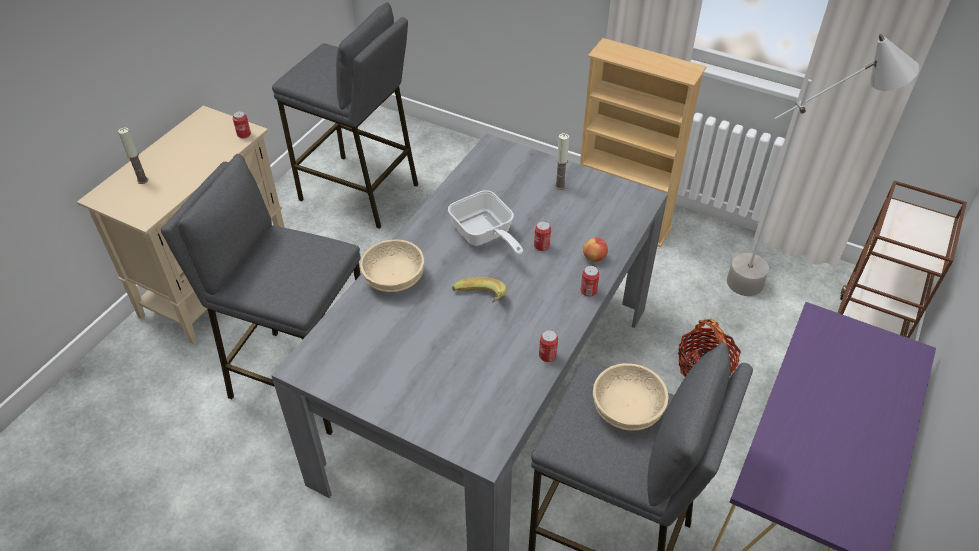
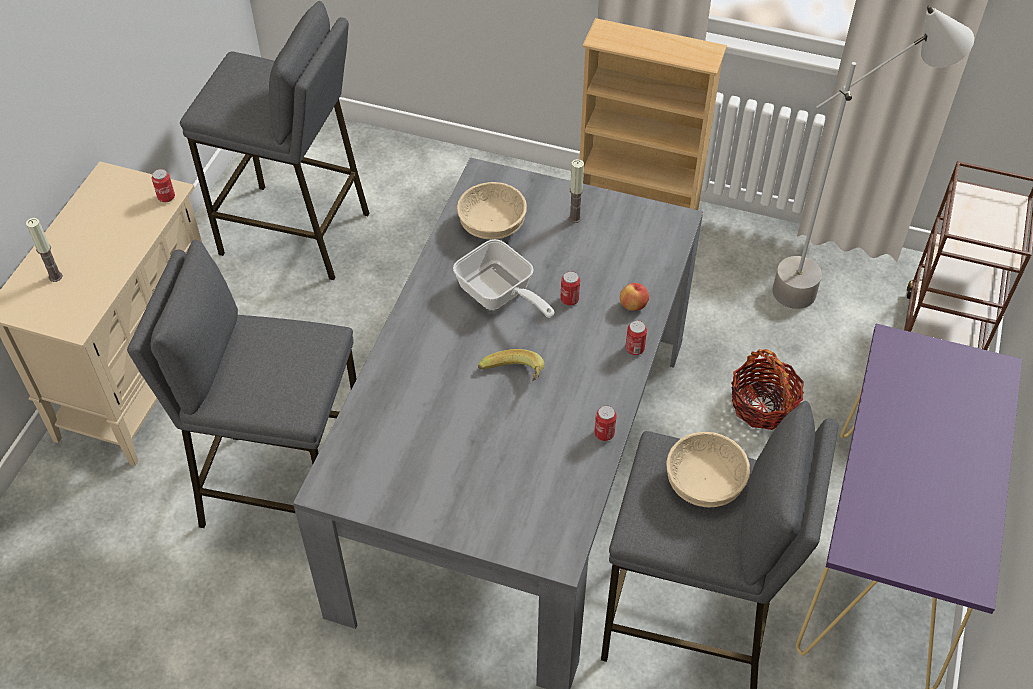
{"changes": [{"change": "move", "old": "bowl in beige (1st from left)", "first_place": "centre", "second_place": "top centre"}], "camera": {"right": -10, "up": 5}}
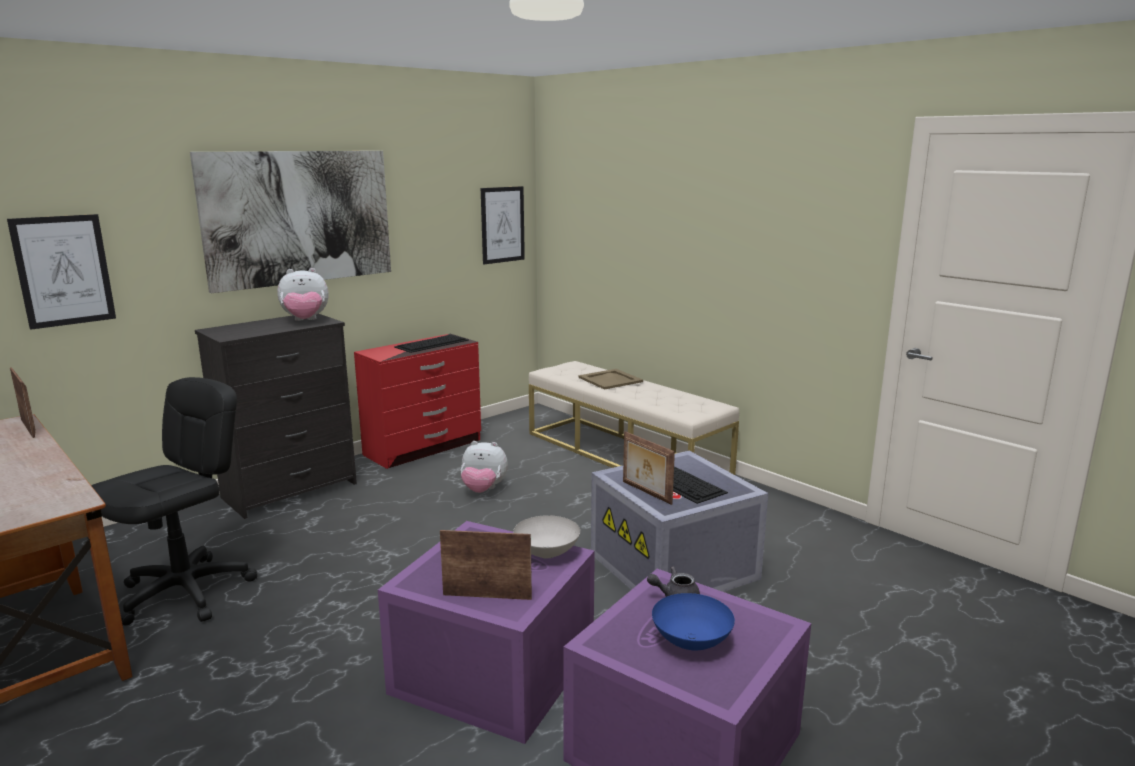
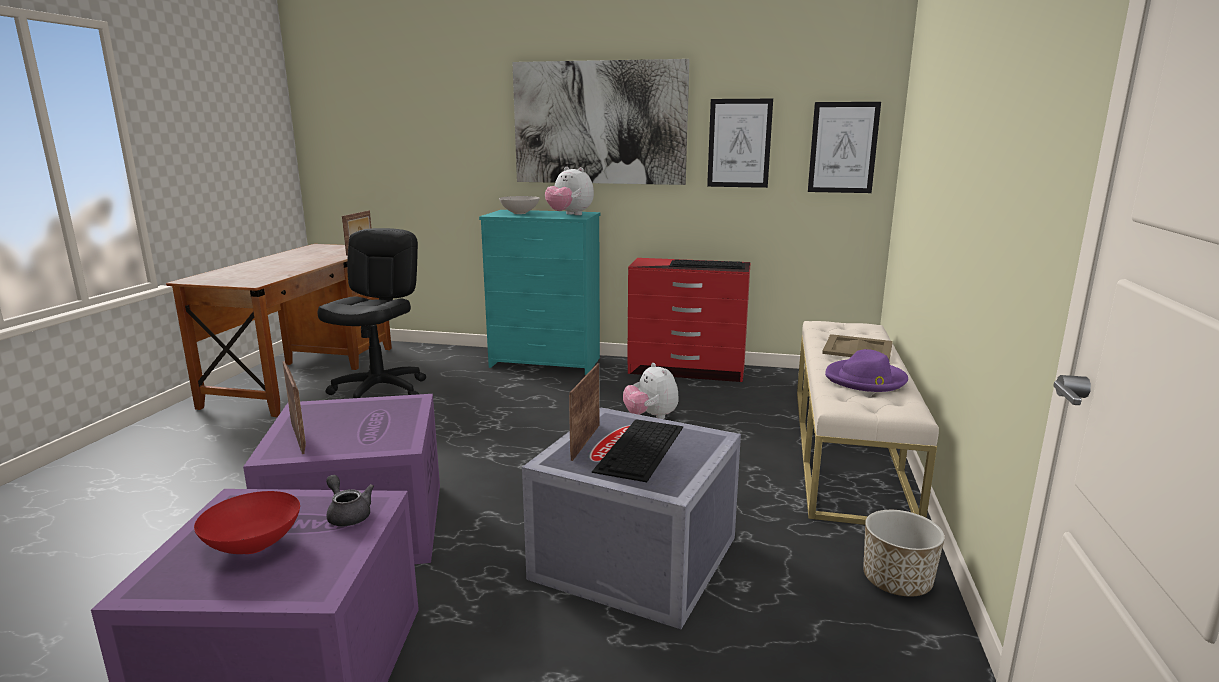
{"changes": [{"change": "recolor", "old": "bowl in blue", "new": "bowl in red", "first_place": "bottom centre", "second_place": "bottom left"}, {"change": "rotate", "old": "office chair in black", "first_place": "middle left", "second_place": "middle left", "degrees": -75}, {"change": "recolor", "old": "dresser in black", "new": "dresser in turquoise", "first_place": "middle left", "second_place": "centre"}, {"change": "move", "old": "bowl in white", "first_place": "bottom centre", "second_place": "top centre"}, {"change": "move", "old": "picture (1st from left in the first image)", "new": "picture (2nd from left)", "first_place": "middle left", "second_place": "top centre"}, {"change": "insert", "new": "hat in purple", "second_place": "middle right"}, {"change": "insert", "new": "planter", "second_place": "bottom right"}], "camera": {"right": 55, "up": 0}}
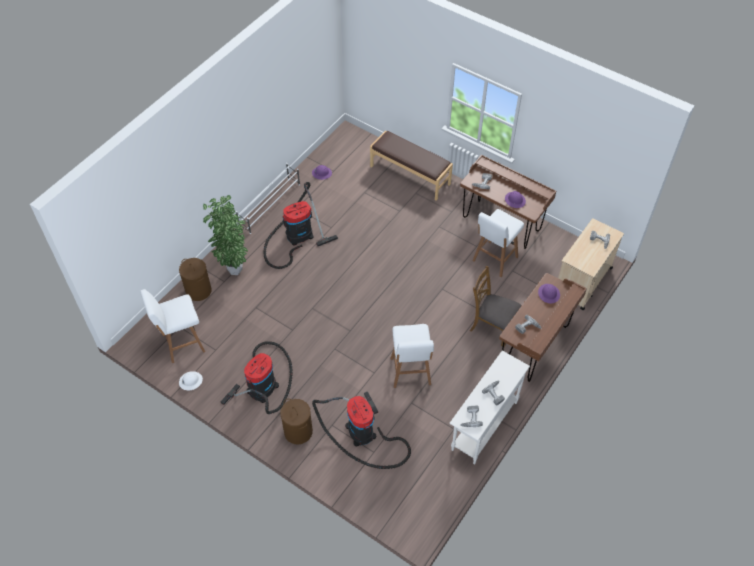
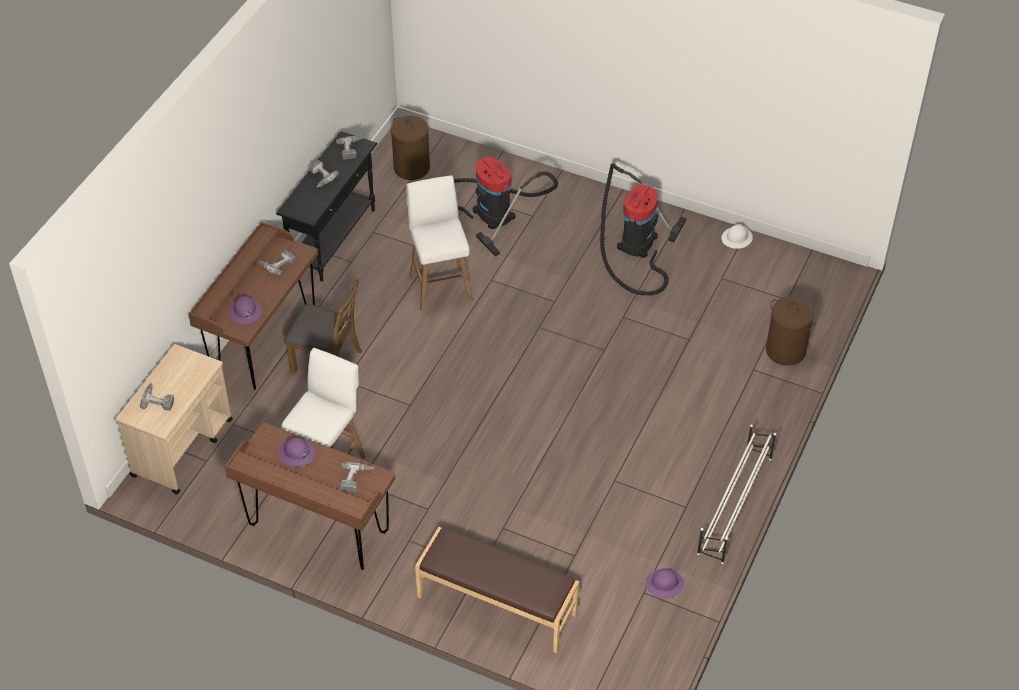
{"changes": [{"change": "recolor", "old": "console table in white", "new": "console table in black", "first_place": "bottom centre", "second_place": "top left"}, {"change": "move", "old": "laundry basket in brown (2nd from left in the first image)", "new": "laundry basket in brown (1st from left)", "first_place": "bottom centre", "second_place": "top centre"}, {"change": "delete", "old": "stool in white (1st from left)", "first_place": "middle left"}, {"change": "delete", "old": "potted plant", "first_place": "middle left"}, {"change": "delete", "old": "vacuum cleaner (2nd from left)", "first_place": "centre"}], "camera": {"right": 170, "up": -5}}
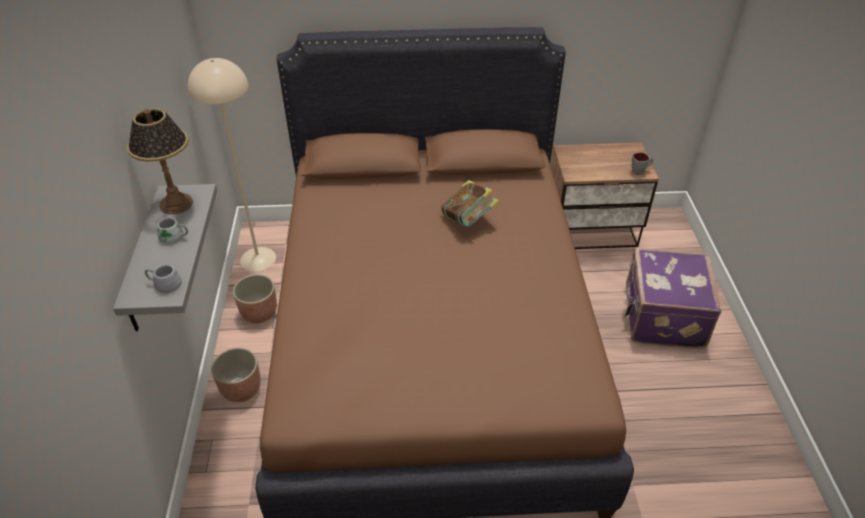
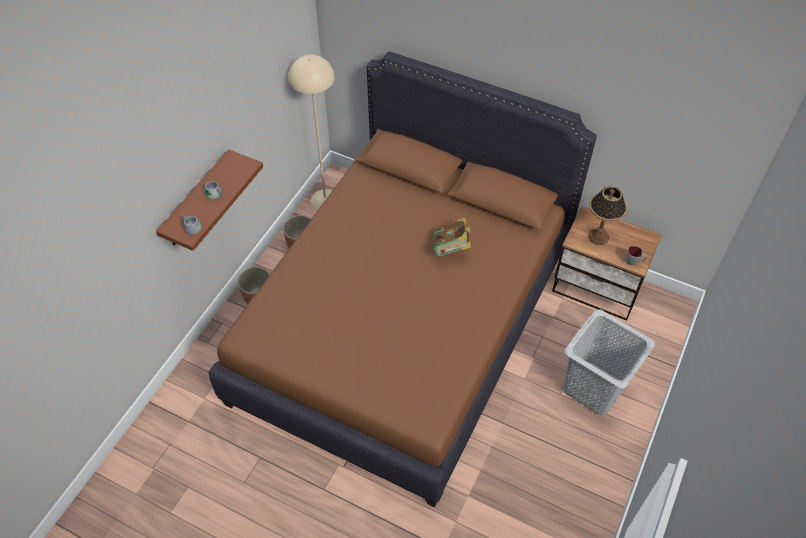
{"changes": [{"change": "recolor", "old": "shelf in grey", "new": "shelf in brown", "first_place": "middle left", "second_place": "middle left"}, {"change": "replace", "old": "suitcase in purple", "new": "laundry basket in grey", "first_place": "middle right", "second_place": "bottom right"}, {"change": "move", "old": "table lamp", "first_place": "top left", "second_place": "middle right"}], "camera": {"right": 30, "up": 10}}
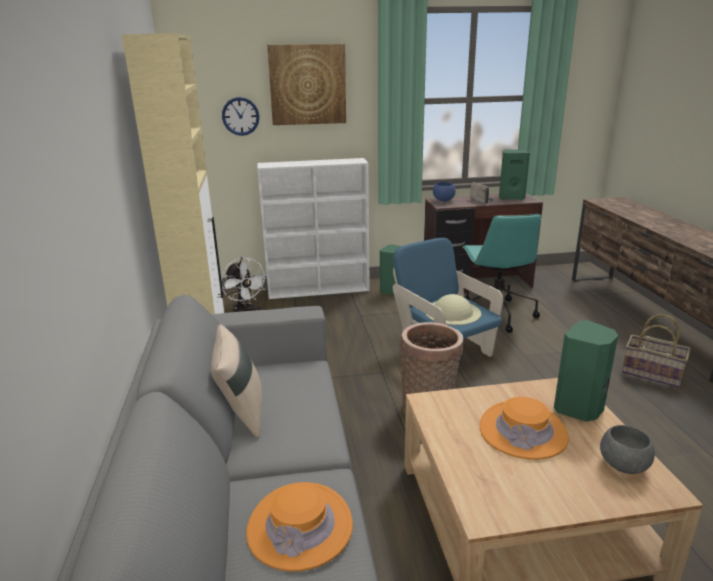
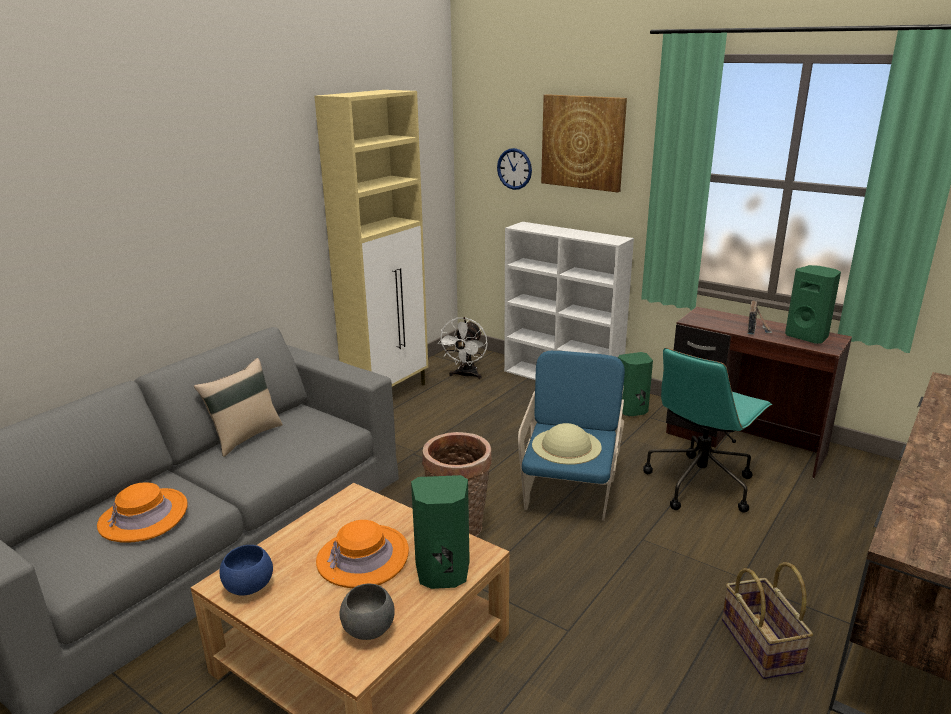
{"changes": [{"change": "move", "old": "bowl in blue", "first_place": "top centre", "second_place": "bottom left"}], "camera": {"right": 45, "up": 0}}
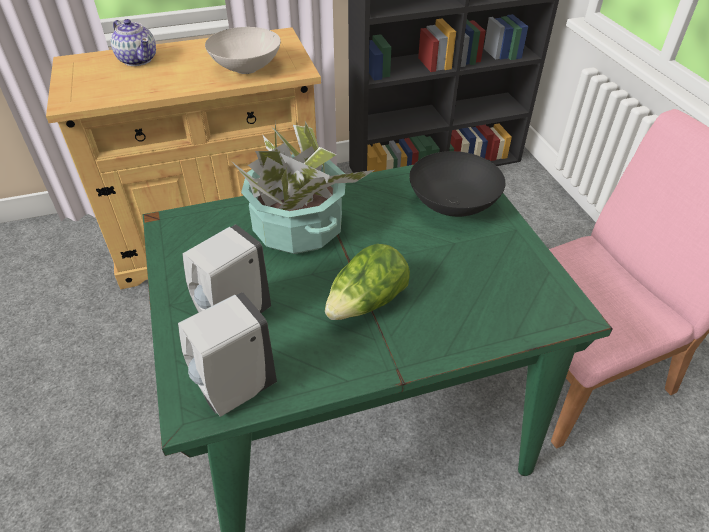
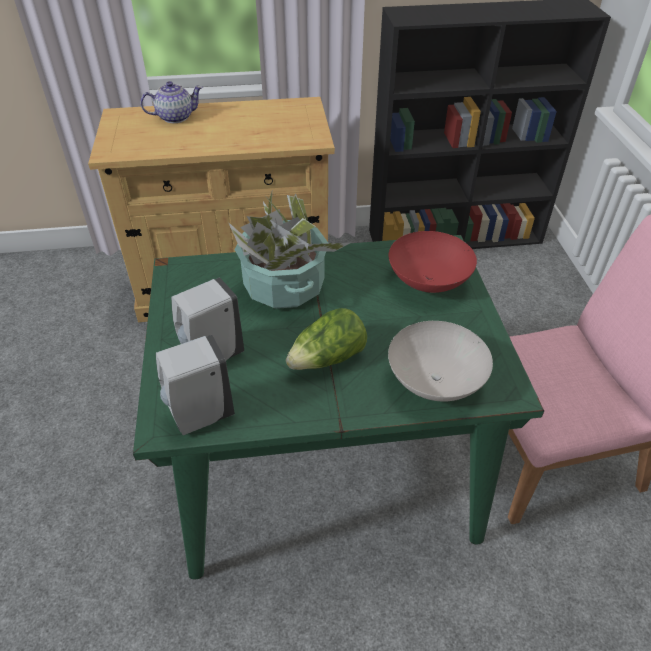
{"changes": [{"change": "rotate", "old": "teapot", "first_place": "top left", "second_place": "top left", "degrees": -75}, {"change": "move", "old": "bowl in white", "first_place": "top centre", "second_place": "middle right"}, {"change": "recolor", "old": "bowl in black", "new": "bowl in red", "first_place": "centre", "second_place": "centre"}], "camera": {"right": 10, "up": 0}}
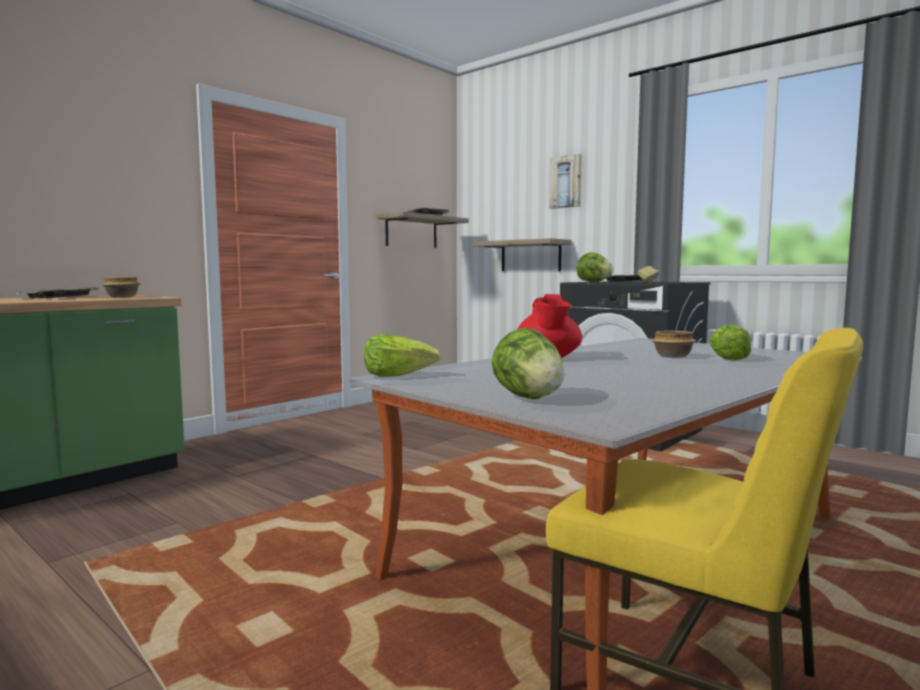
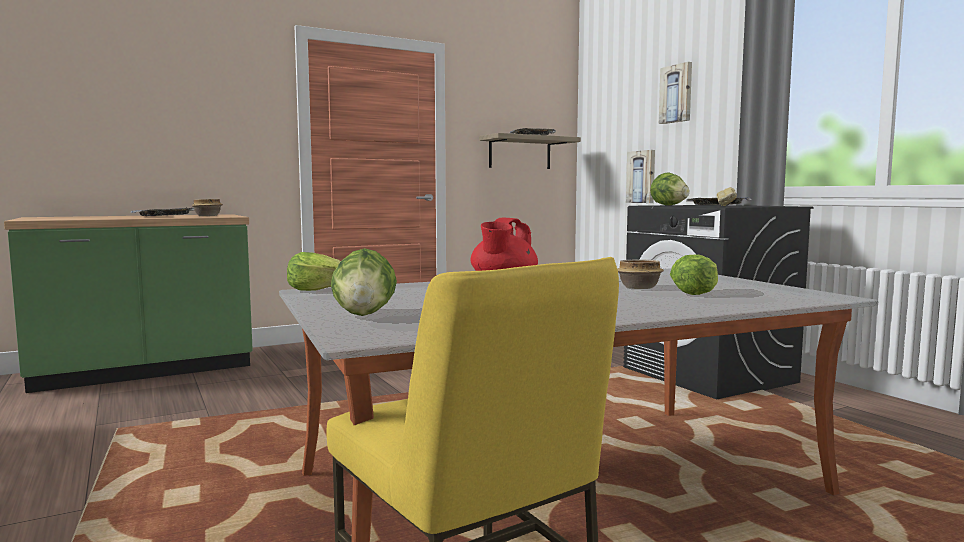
{"changes": [{"change": "replace", "old": "shelf (2nd from left)", "new": "picture (1st from left)", "first_place": "centre", "second_place": "top centre"}], "camera": {"right": 20, "up": 0}}
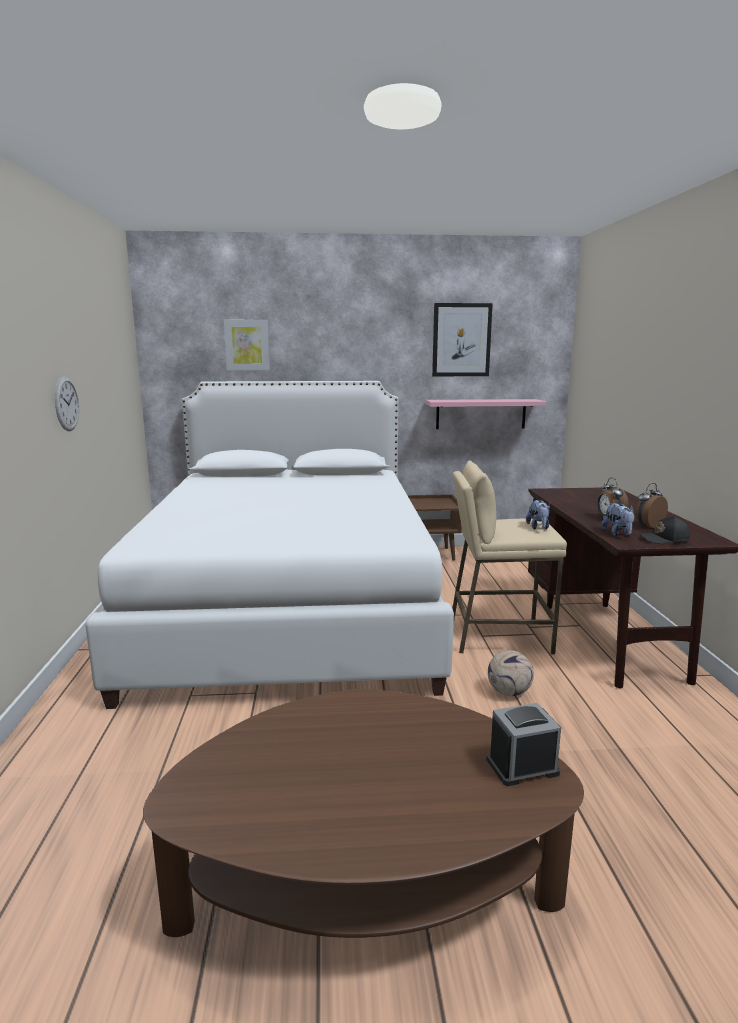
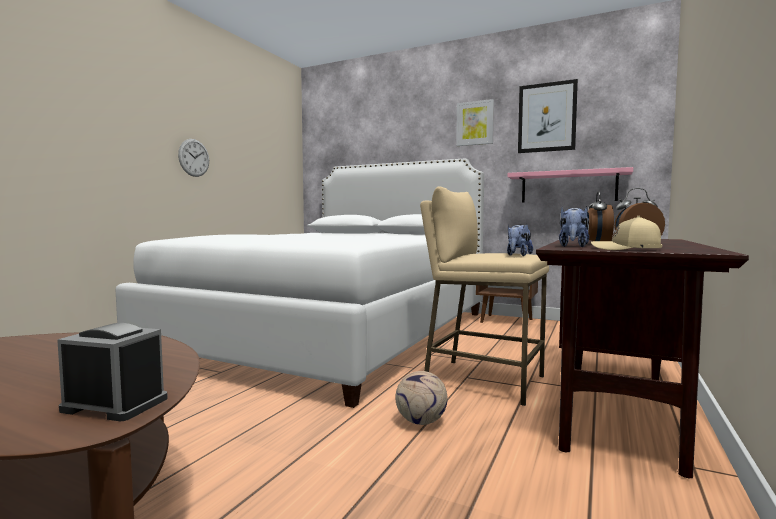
{"changes": [{"change": "move", "old": "picture (1st from left)", "first_place": "centre", "second_place": "top centre"}, {"change": "recolor", "old": "cap in black", "new": "cap in beige", "first_place": "middle right", "second_place": "middle right"}], "camera": {"right": 30, "up": -10}}
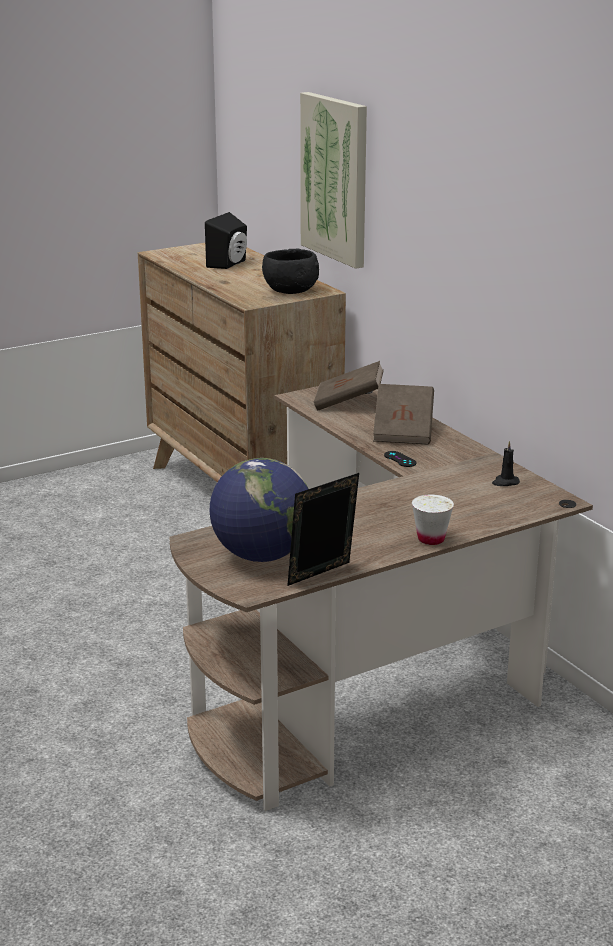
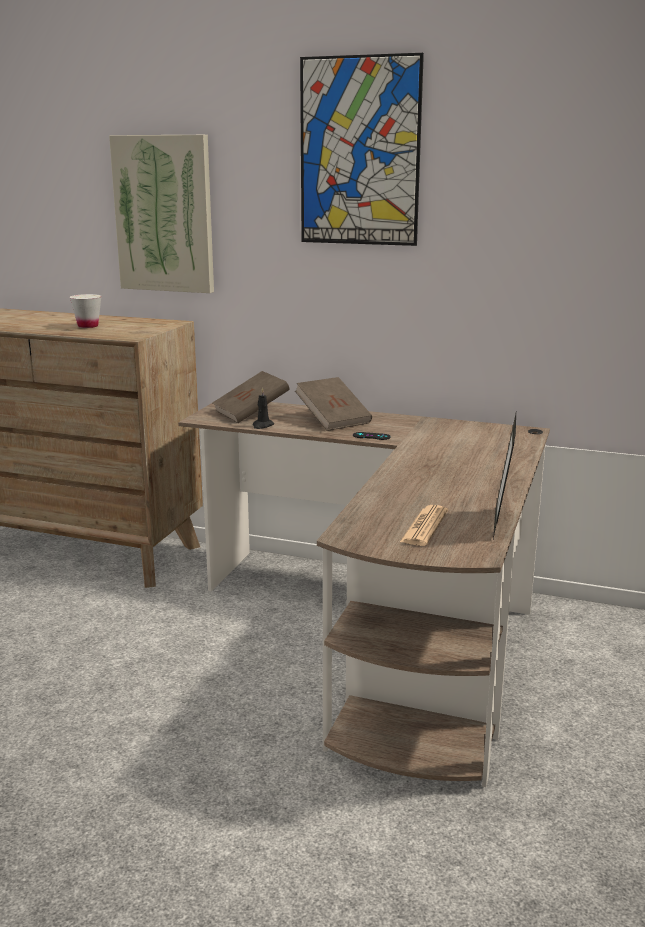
{"changes": [{"change": "move", "old": "cup in white", "first_place": "middle right", "second_place": "middle left"}, {"change": "move", "old": "candle in black", "first_place": "middle right", "second_place": "centre"}, {"change": "insert", "new": "picture (2nd from left)", "second_place": "top centre"}, {"change": "replace", "old": "globe", "new": "newspaper", "first_place": "centre", "second_place": "centre"}, {"change": "delete", "old": "speaker in black", "first_place": "top centre"}, {"change": "delete", "old": "bowl in black", "first_place": "top centre"}], "camera": {"right": -40, "up": -5}}
